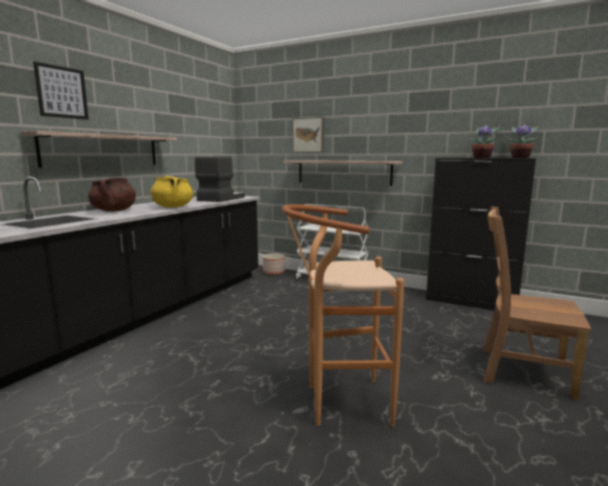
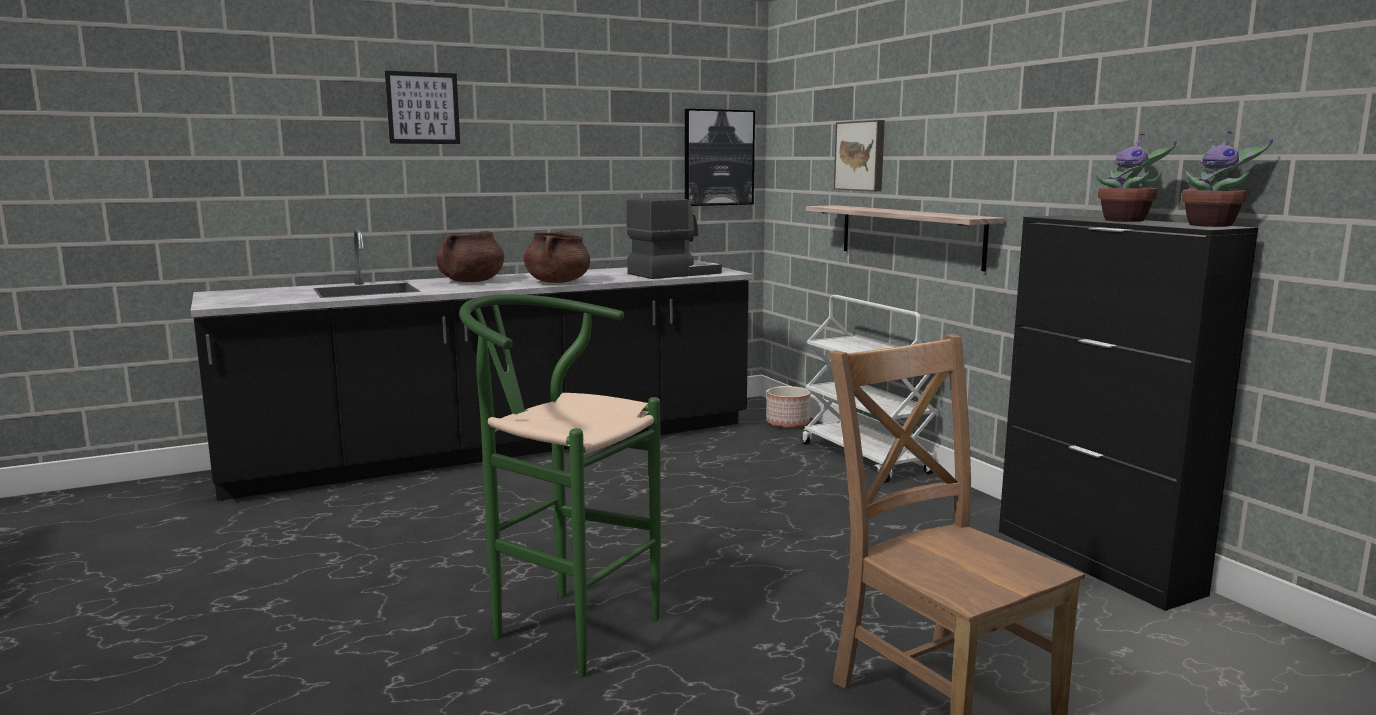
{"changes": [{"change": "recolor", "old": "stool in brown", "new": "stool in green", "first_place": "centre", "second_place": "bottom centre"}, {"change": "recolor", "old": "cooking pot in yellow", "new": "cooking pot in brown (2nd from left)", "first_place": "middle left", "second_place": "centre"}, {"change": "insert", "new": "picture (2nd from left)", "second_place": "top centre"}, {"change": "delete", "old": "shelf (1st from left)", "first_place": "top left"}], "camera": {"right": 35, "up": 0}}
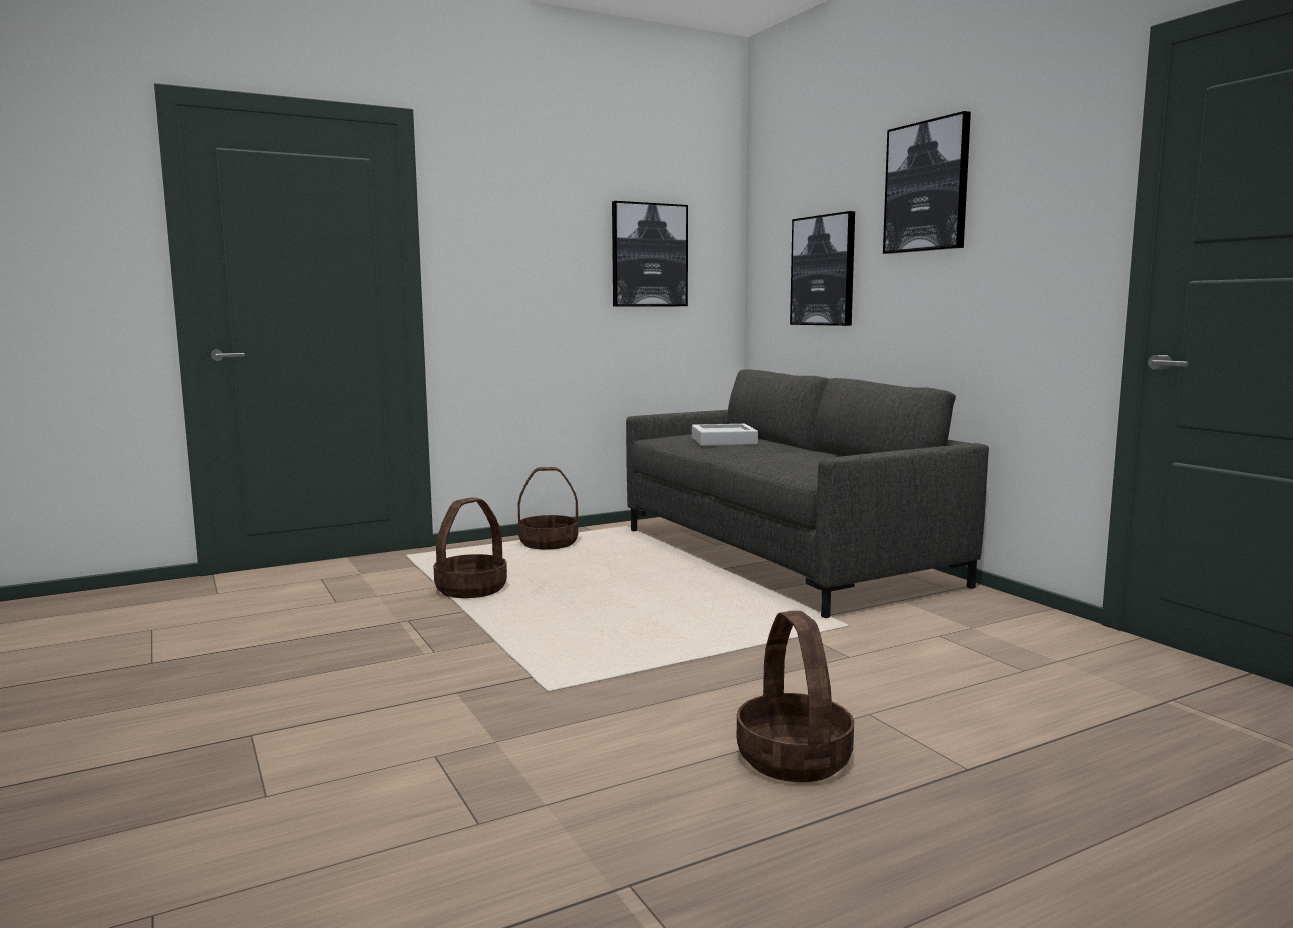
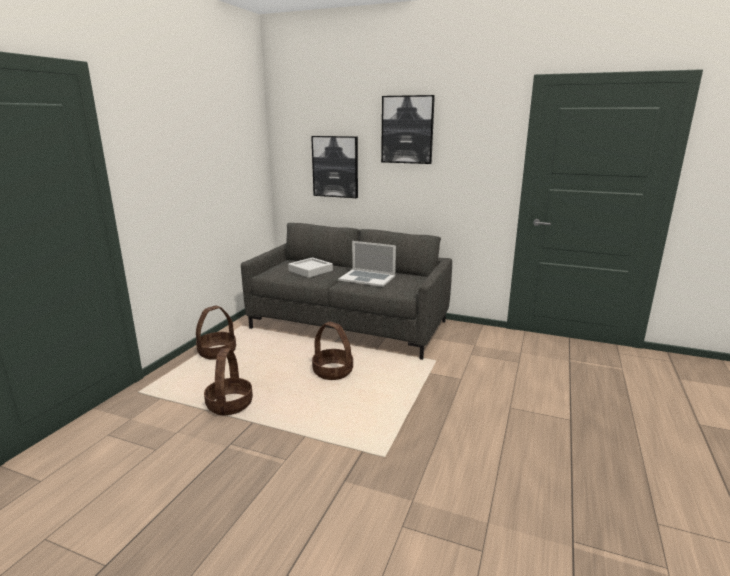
{"changes": [{"change": "move", "old": "basket (3rd from left)", "first_place": "bottom centre", "second_place": "centre"}, {"change": "insert", "new": "laptop", "second_place": "centre"}, {"change": "delete", "old": "picture (1st from left)", "first_place": "top centre"}], "camera": {"right": -40, "up": 10}}
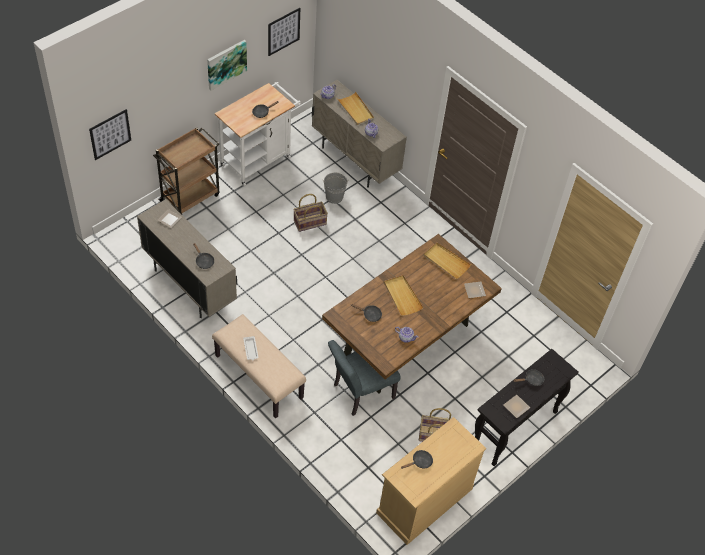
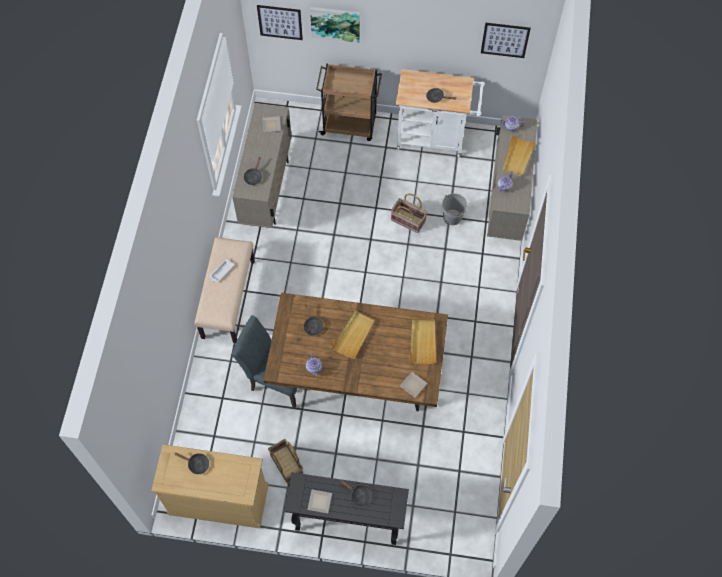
{"changes": [{"change": "move", "old": "picture (2nd from left)", "first_place": "top left", "second_place": "top centre"}], "camera": {"right": 55, "up": 10}}
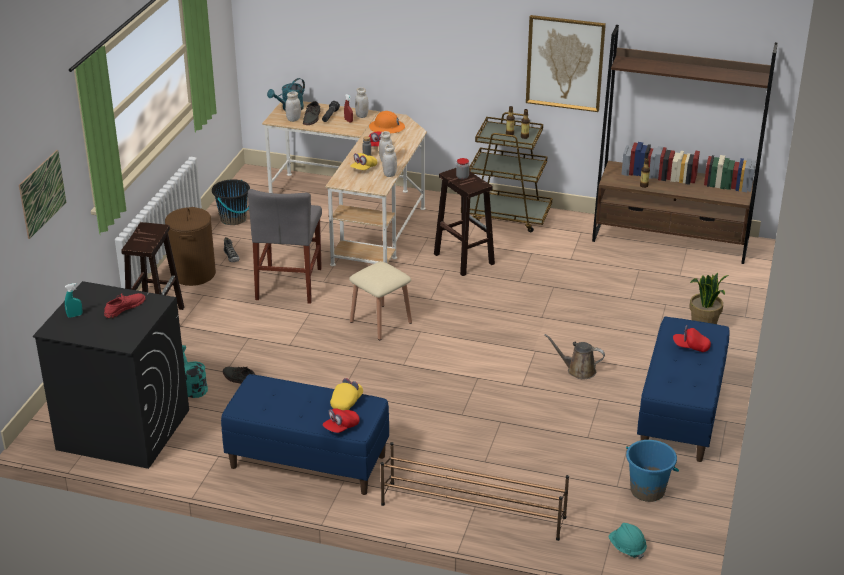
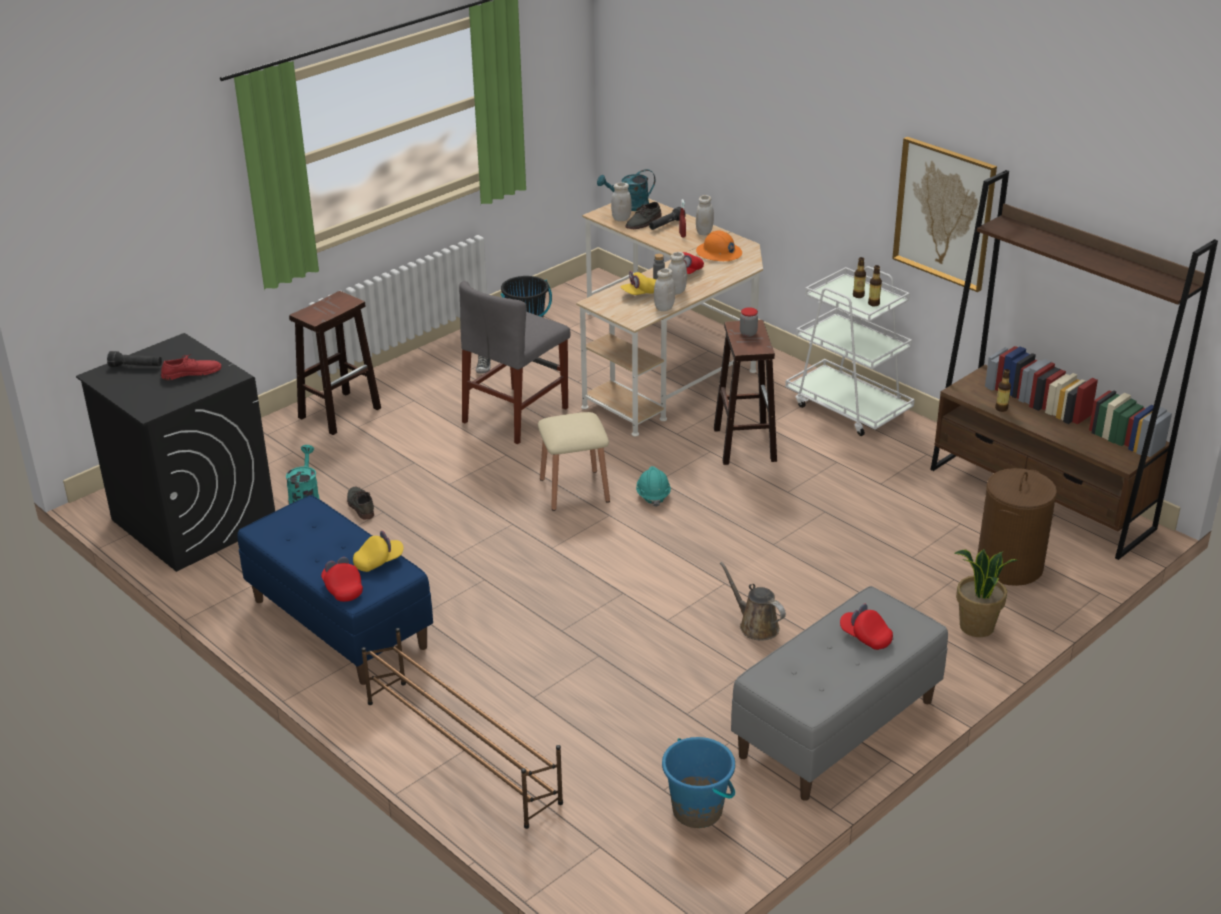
{"changes": [{"change": "replace", "old": "spray bottle in turquoise", "new": "flashlight in black (1st from left)", "first_place": "middle left", "second_place": "middle left"}, {"change": "rotate", "old": "cap in red (1st from left)", "first_place": "bottom centre", "second_place": "middle left", "degrees": 75}, {"change": "move", "old": "hard hat in turquoise", "first_place": "bottom right", "second_place": "centre"}, {"change": "recolor", "old": "bench in blue (2nd from left)", "new": "bench in grey", "first_place": "bottom right", "second_place": "bottom right"}, {"change": "recolor", "old": "cart in brown", "new": "cart in white", "first_place": "top centre", "second_place": "middle right"}, {"change": "move", "old": "laundry basket in brown", "first_place": "middle left", "second_place": "middle right"}, {"change": "delete", "old": "picture (1st from left)", "first_place": "middle left"}], "camera": {"right": 30, "up": 0}}
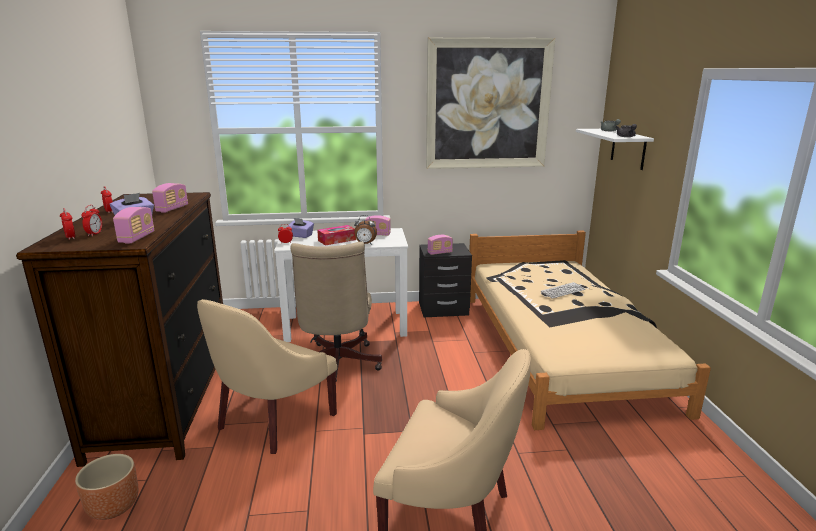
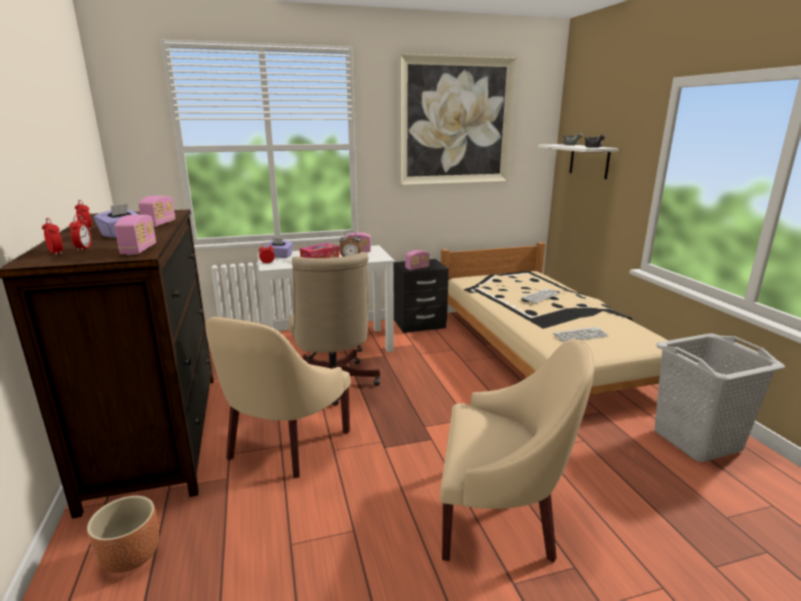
{"changes": [{"change": "insert", "new": "keyboard (2nd from left)", "second_place": "middle right"}, {"change": "insert", "new": "laundry basket in grey", "second_place": "middle right"}], "camera": {"right": -10, "up": 0}}
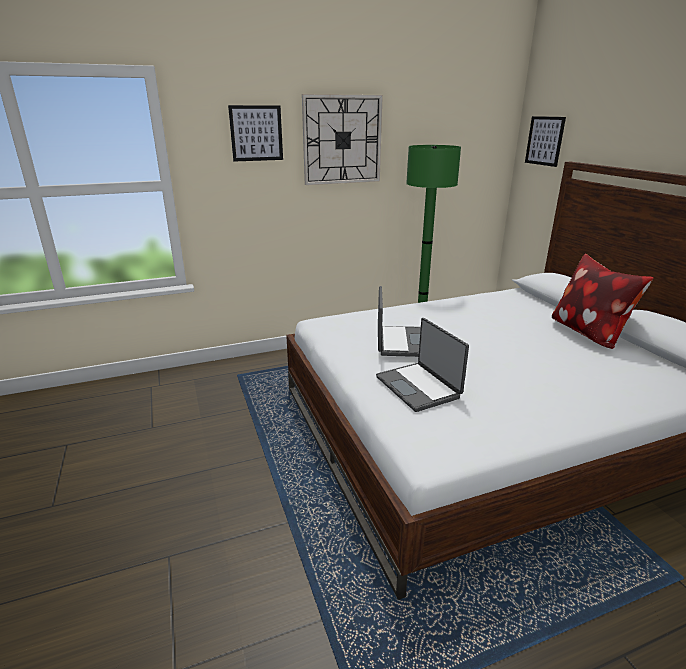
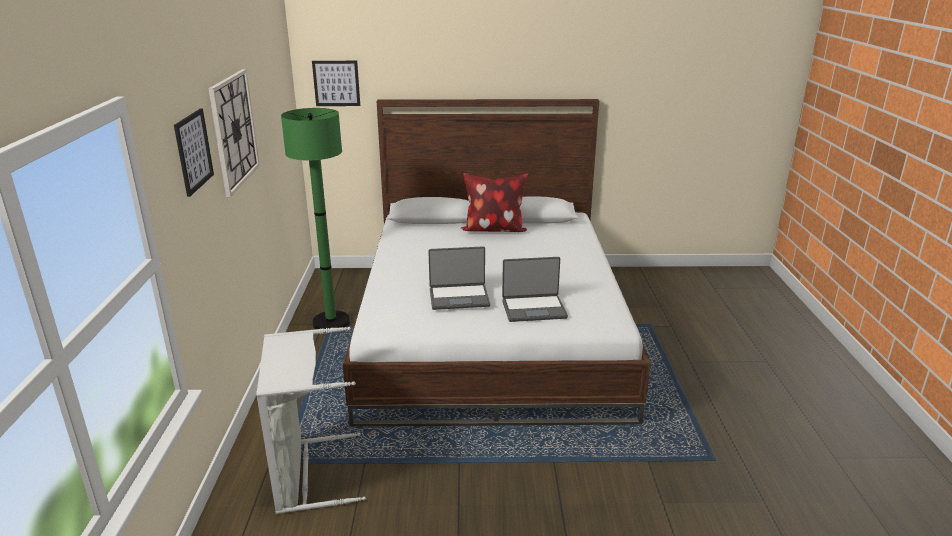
{"changes": [{"change": "insert", "new": "laundry basket in grey", "second_place": "bottom left"}, {"change": "rotate", "old": "laptop (1st from left)", "first_place": "centre", "second_place": "centre", "degrees": 150}], "camera": {"right": -70, "up": 0}}
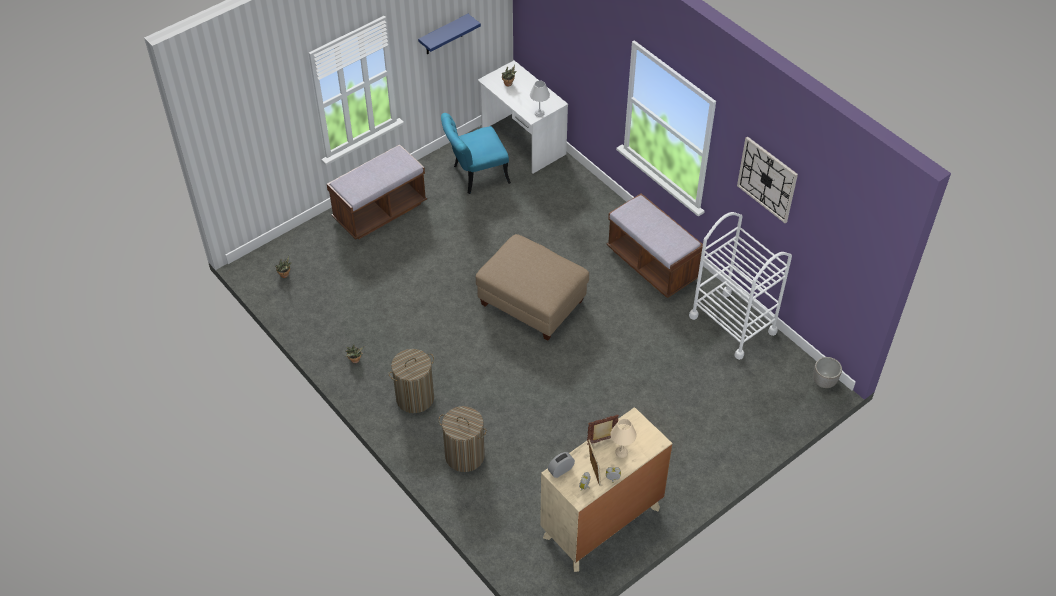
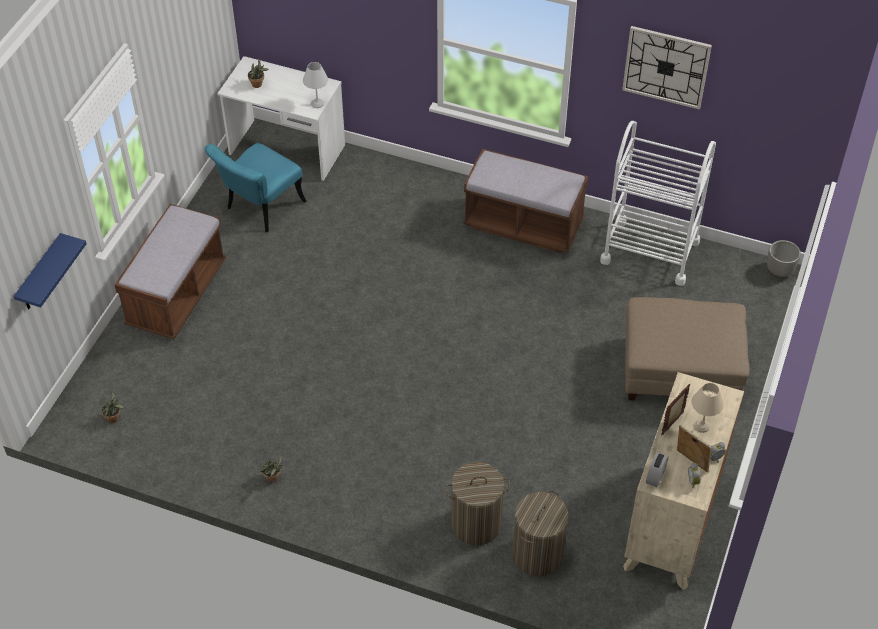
{"changes": [{"change": "move", "old": "shelf in blue", "first_place": "top centre", "second_place": "middle left"}, {"change": "move", "old": "laundry basket (1st from left in the first image)", "new": "laundry basket (2nd from left)", "first_place": "centre", "second_place": "bottom centre"}, {"change": "move", "old": "ottoman in beige", "first_place": "centre", "second_place": "middle right"}], "camera": {"right": -30, "up": 0}}
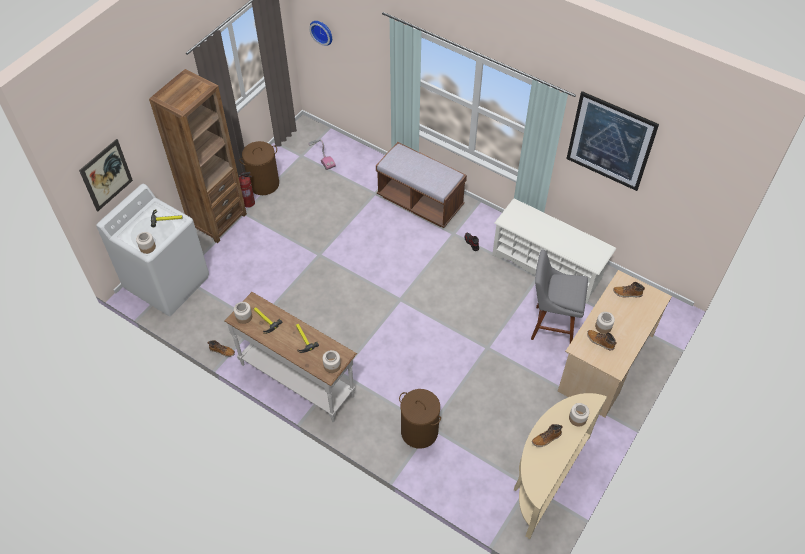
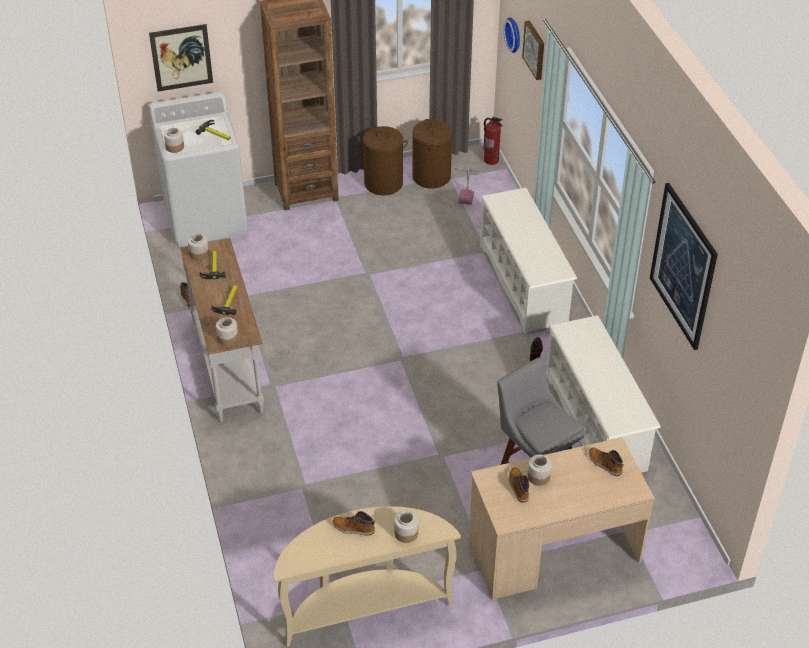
{"changes": [{"change": "move", "old": "laundry basket in brown (2nd from left)", "first_place": "bottom centre", "second_place": "top centre"}, {"change": "replace", "old": "bench in brown", "new": "shoe rack in white (1st from left)", "first_place": "centre", "second_place": "centre"}, {"change": "move", "old": "fire extinguisher", "first_place": "middle left", "second_place": "top centre"}, {"change": "insert", "new": "picture (2nd from left)", "second_place": "top centre"}], "camera": {"right": 40, "up": -10}}
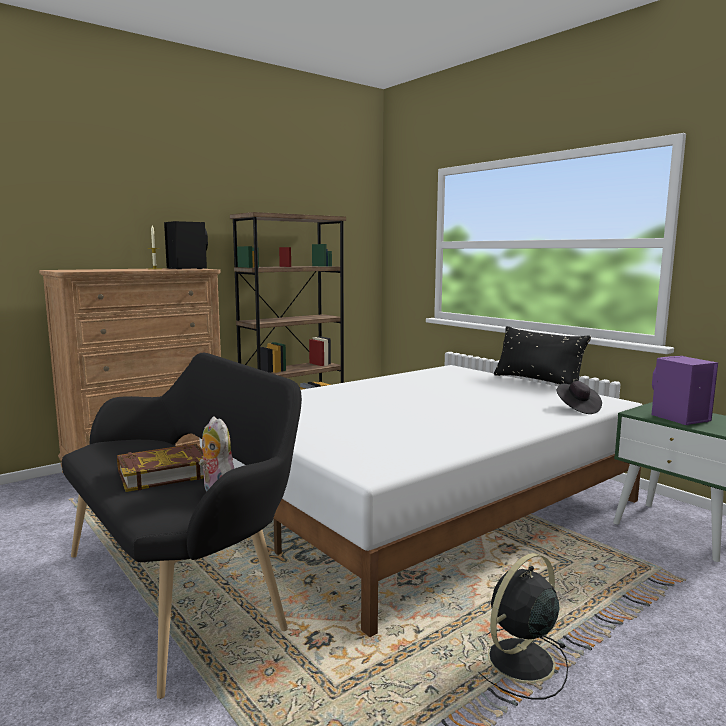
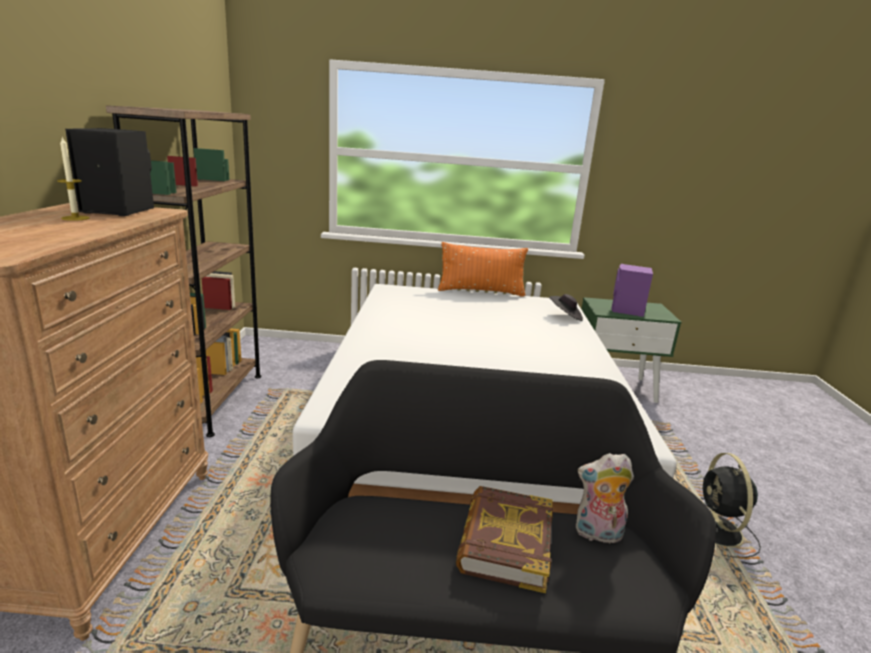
{"changes": [{"change": "recolor", "old": "pillow in black", "new": "pillow in orange", "first_place": "middle right", "second_place": "centre"}], "camera": {"right": -50, "up": 10}}
